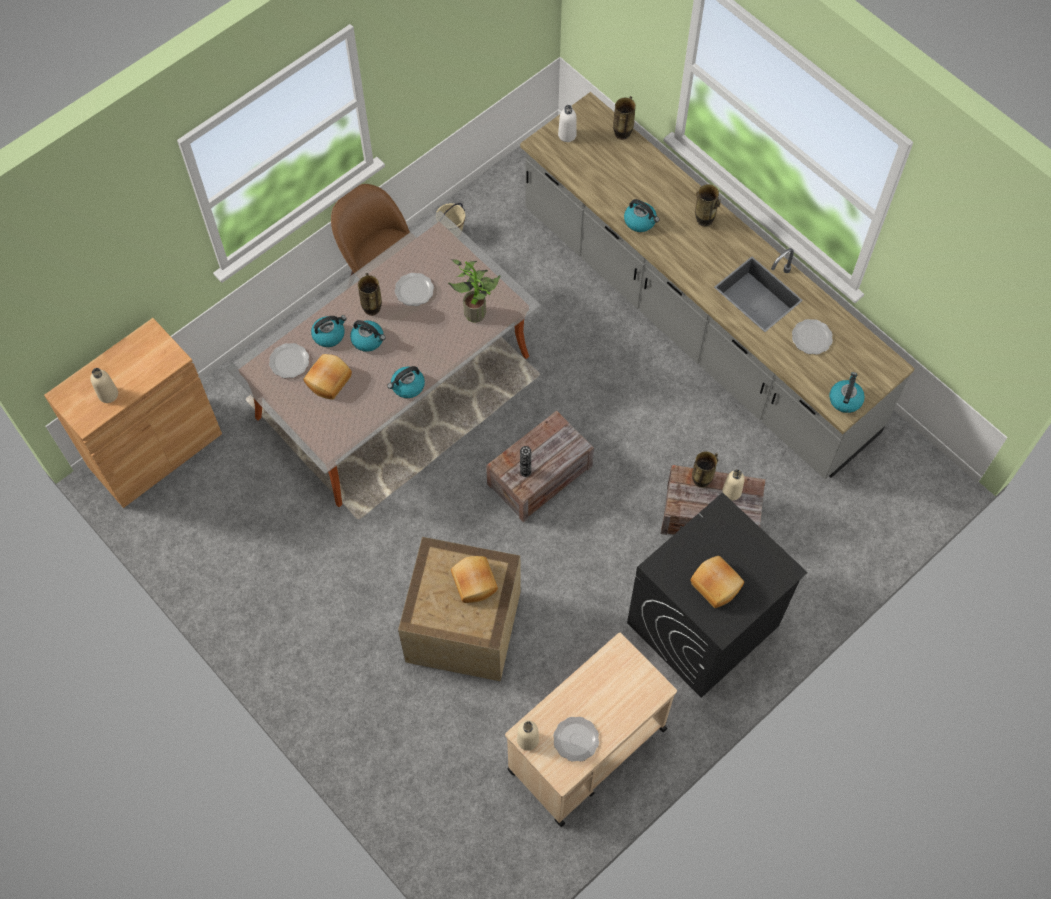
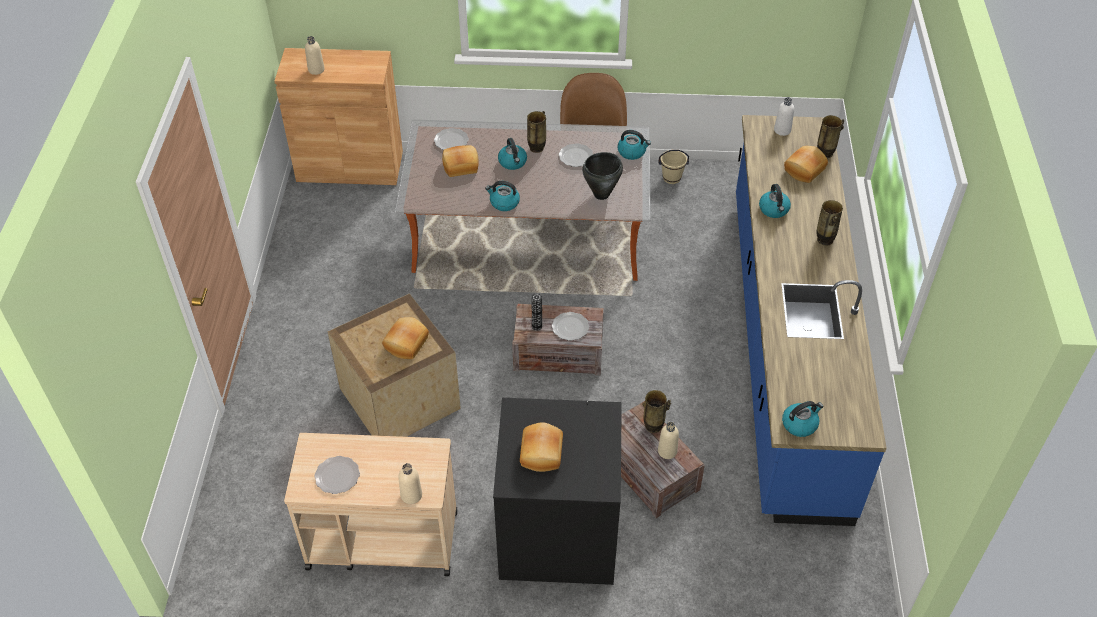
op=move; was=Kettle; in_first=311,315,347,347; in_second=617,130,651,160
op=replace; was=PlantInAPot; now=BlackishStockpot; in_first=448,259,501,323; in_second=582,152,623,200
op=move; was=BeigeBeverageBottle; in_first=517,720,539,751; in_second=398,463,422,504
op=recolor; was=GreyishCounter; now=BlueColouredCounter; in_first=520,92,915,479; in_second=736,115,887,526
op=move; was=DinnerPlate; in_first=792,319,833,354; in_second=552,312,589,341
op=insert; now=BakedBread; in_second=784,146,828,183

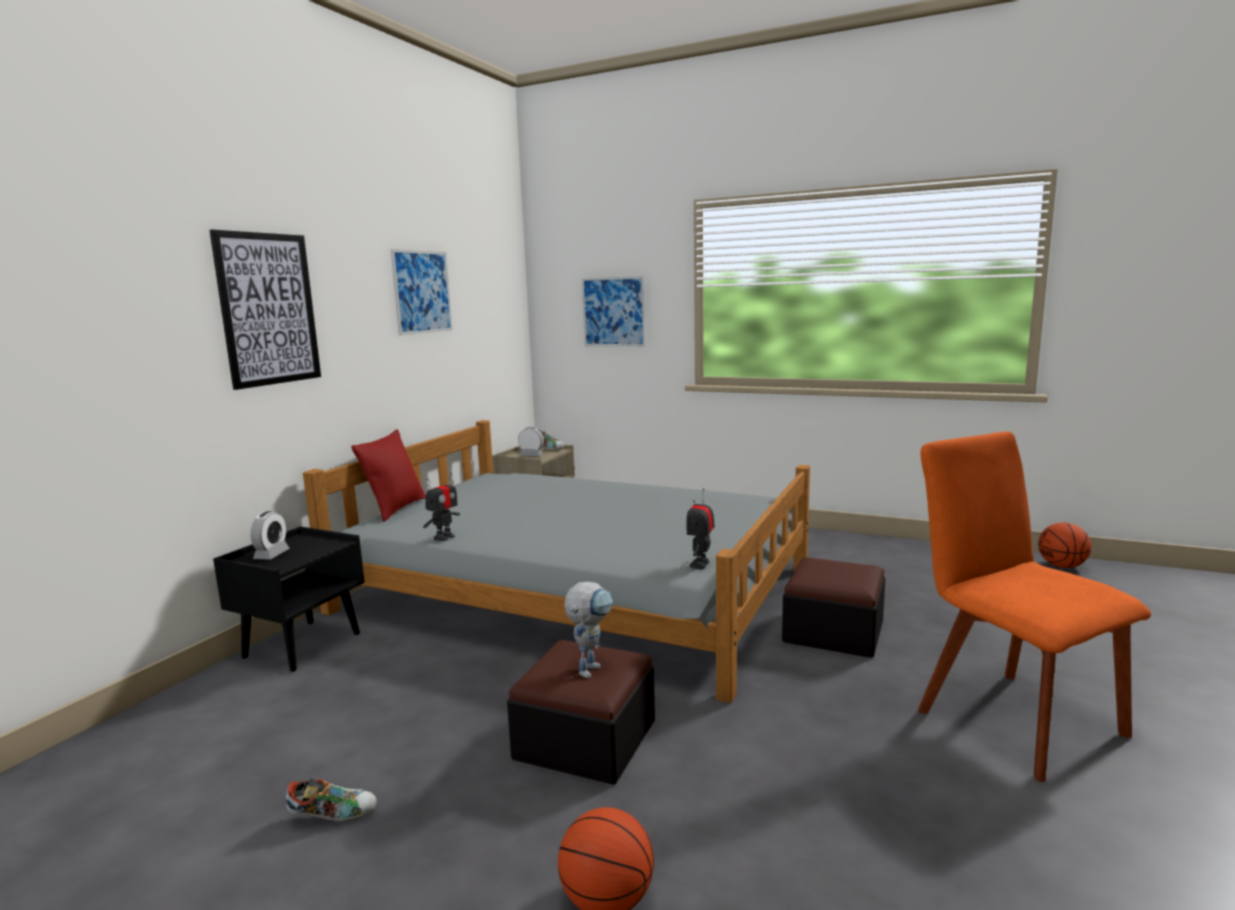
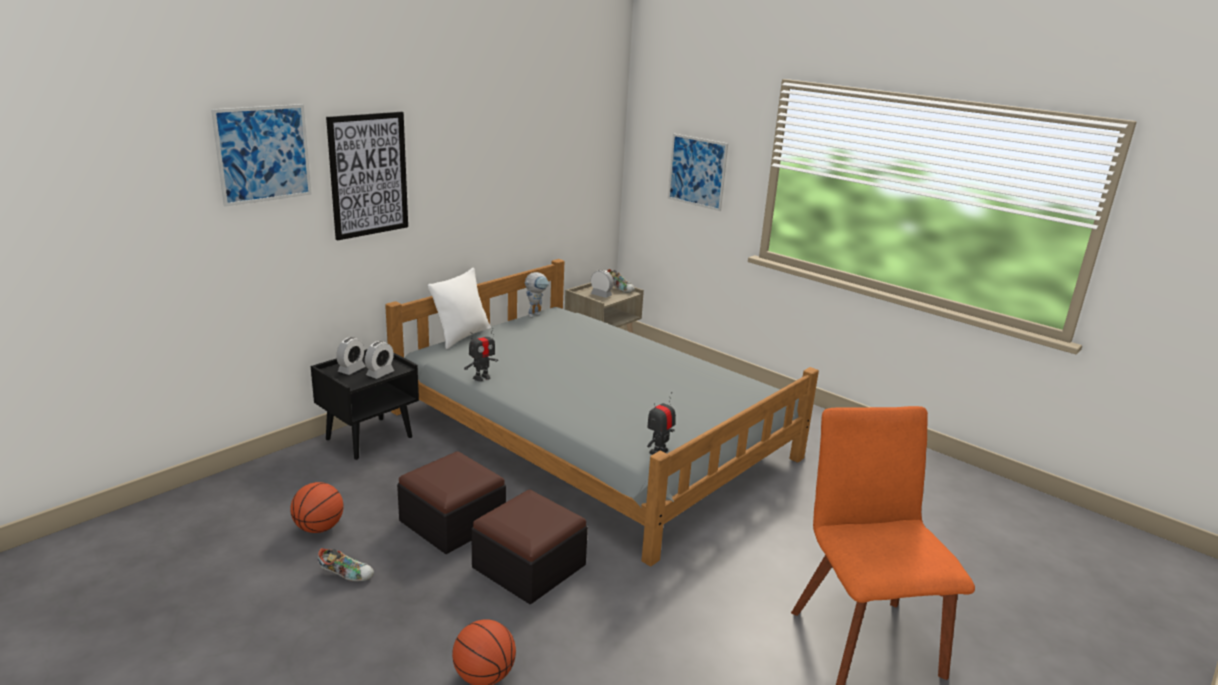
op=recolor; was=RedPillow; now=WhiteColouredPillow; in_first=351,429,426,522; in_second=428,268,491,349
op=move; was=WallArt; in_first=390,249,453,335; in_second=211,104,312,207
op=move; was=RobotFigure; in_first=564,582,613,678; in_second=525,272,549,318
op=move; was=Ottoman; in_first=782,557,885,658; in_second=397,451,506,554
op=move; was=BallForBasketball; in_first=1038,523,1091,568; in_second=290,482,343,533
op=insert; now=BedsideClock; in_second=365,341,394,379

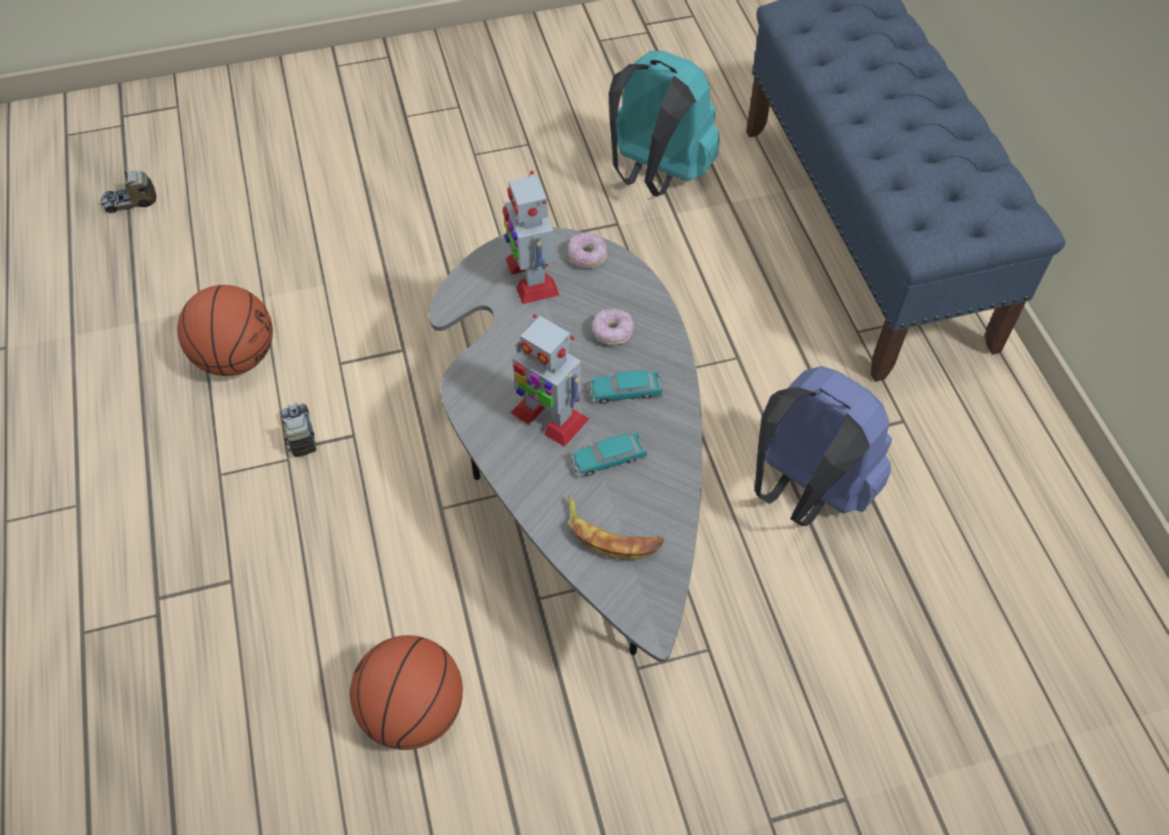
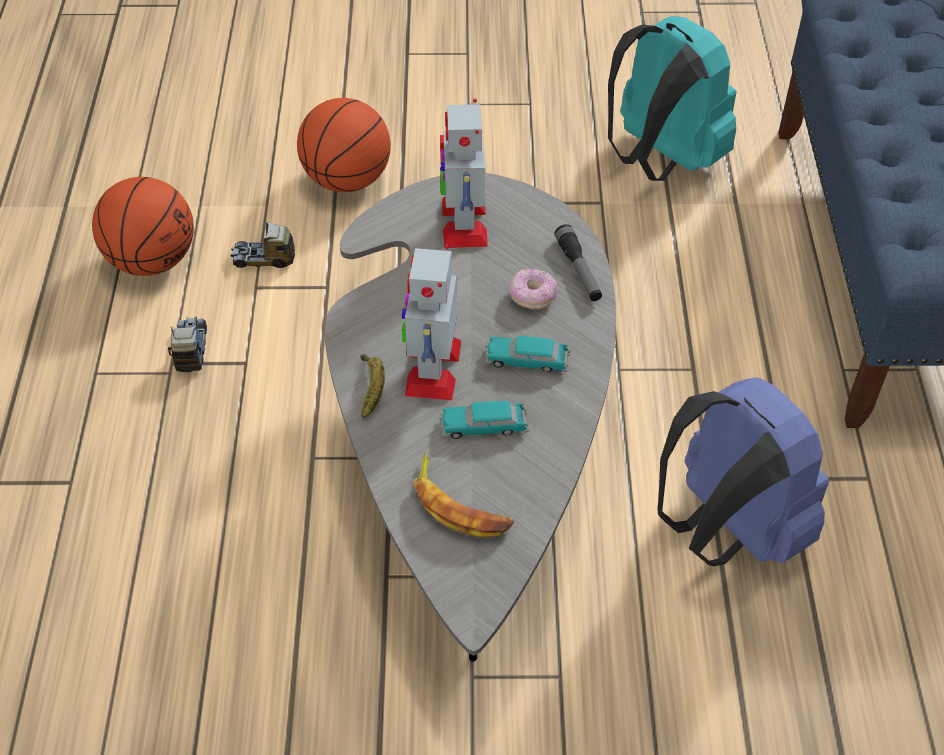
op=move; was=ModelTruck; in_first=101,170,156,213; in_second=230,222,295,268
op=move; was=BallForBasketball; in_first=350,635,463,750; in_second=297,98,391,192
op=rotate; was=RobotFigure; in_first=510,314,589,447; in_second=402,244,461,400; clockwise=45
op=delete; was=RingDoughnut; in_first=568,233,607,268
op=insert; now=BananaFruit; in_second=360,354,385,418
op=insert; now=Flashlight; in_second=554,224,602,301

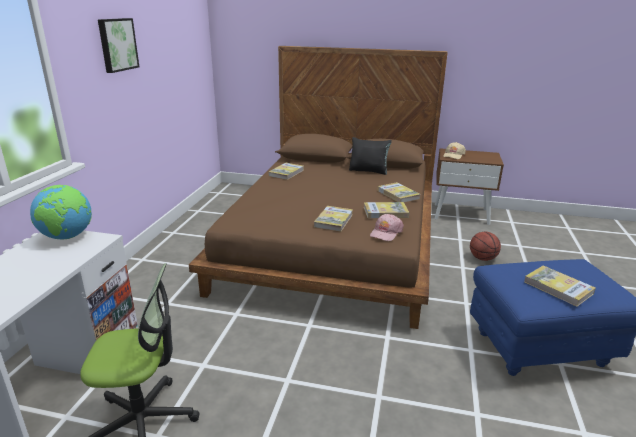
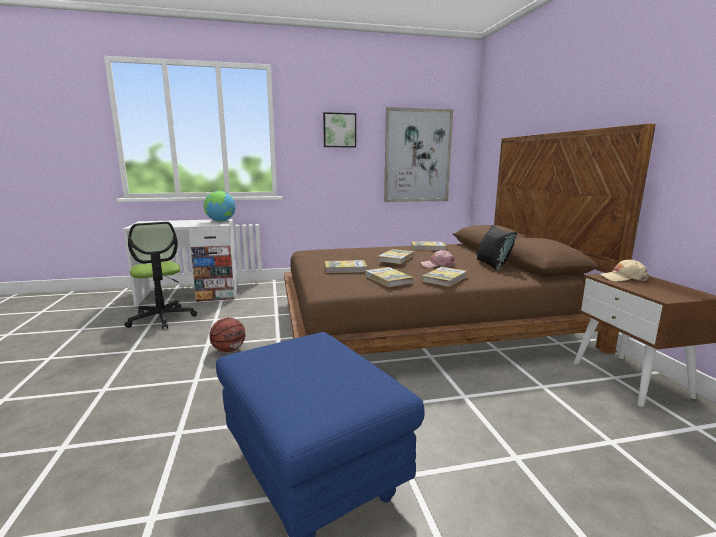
op=move; was=PinkPeakedCap; in_first=370,214,404,241; in_second=421,250,456,268
op=move; was=BallForBasketball; in_first=470,232,501,261; in_second=209,318,245,352
op=move; was=BoundBook; in_first=524,266,596,307; in_second=378,249,414,264
op=insert; now=WallArt; in_second=384,107,453,202

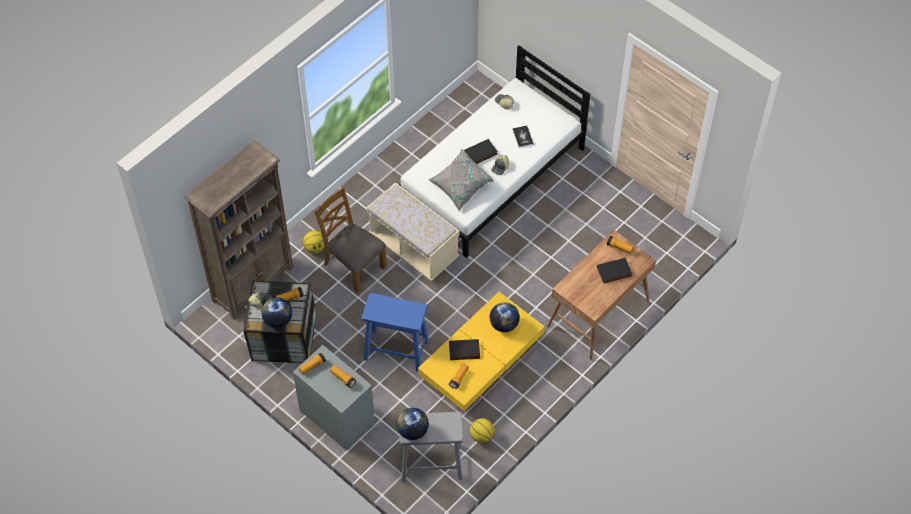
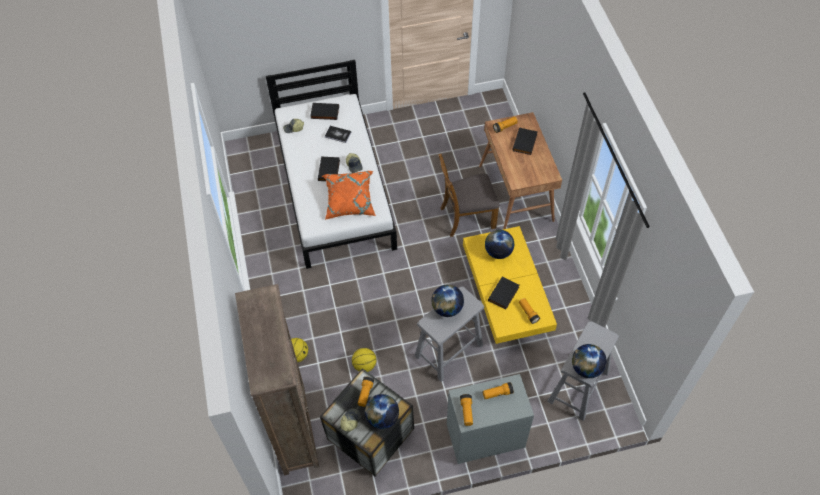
op=move; was=BrownColouredPlainChair; in_first=314,187,387,293; in_second=438,154,500,237
op=recolor; was=BlueColouredSittingStool; now=GreyishSittingStool; in_first=361,293,429,372; in_second=415,286,484,382
op=delete; was=BeigeLongSeat; in_first=367,182,459,281
op=recolor; was=GreyishPillow; now=OrangeyPillow; in_first=428,149,494,211; in_second=322,171,376,220
op=move; was=BallForBasketball; in_first=470,418,495,443; in_second=352,348,377,372
op=insert; now=BlackishBoundBook; in_second=310,103,339,120
op=insert; now=Globe; in_second=431,285,464,317

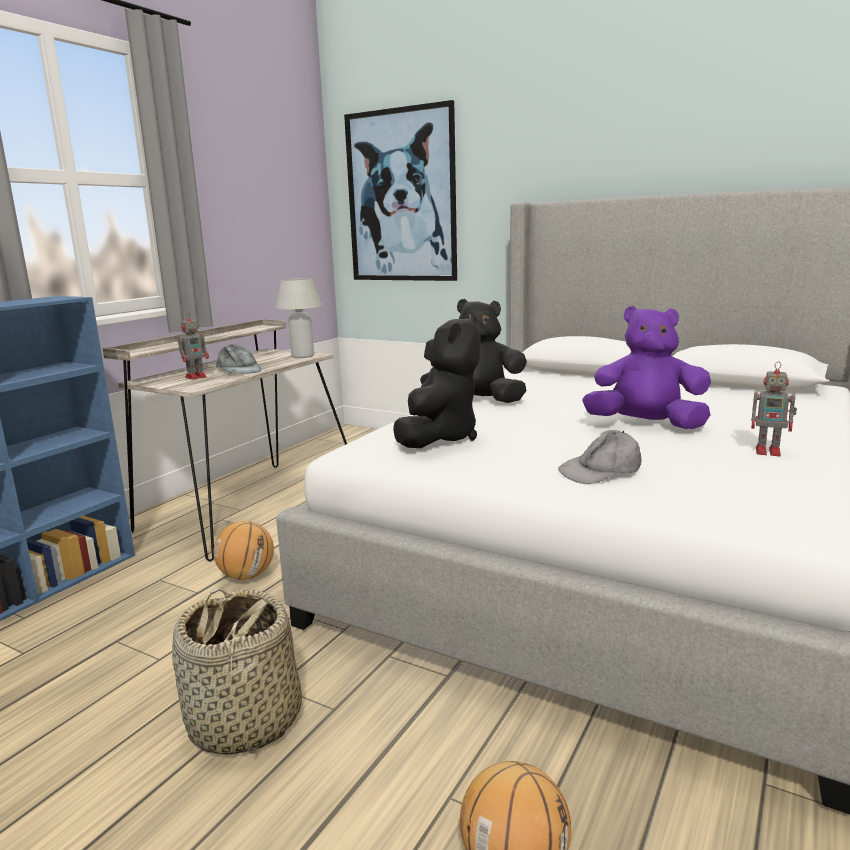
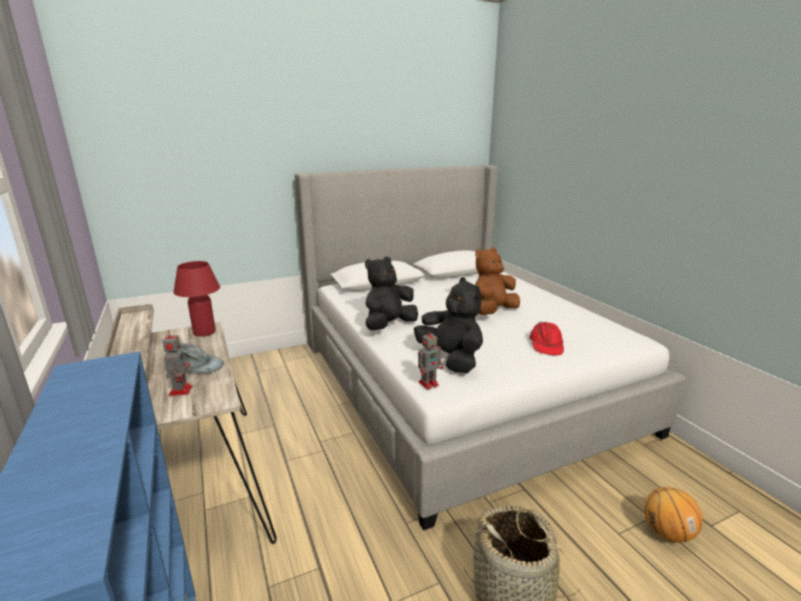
op=delete; was=BallForBasketball; in_first=213,521,274,580
op=recolor; was=WhiteColouredTabletopLamp; now=RedTabletopLamp; in_first=275,278,322,358; in_second=173,261,220,337
op=delete; was=WallArt; in_first=344,100,457,281
op=recolor; was=GreyishPeakedCap; now=RedPeakedCap; in_first=558,430,641,485; in_second=529,322,564,355
op=recolor; was=PurpleSoftToy; now=BrownColouredSoftToy; in_first=582,306,711,429; in_second=475,248,520,315
op=move; was=RobotFigure; in_first=751,361,797,456; in_second=418,329,443,390

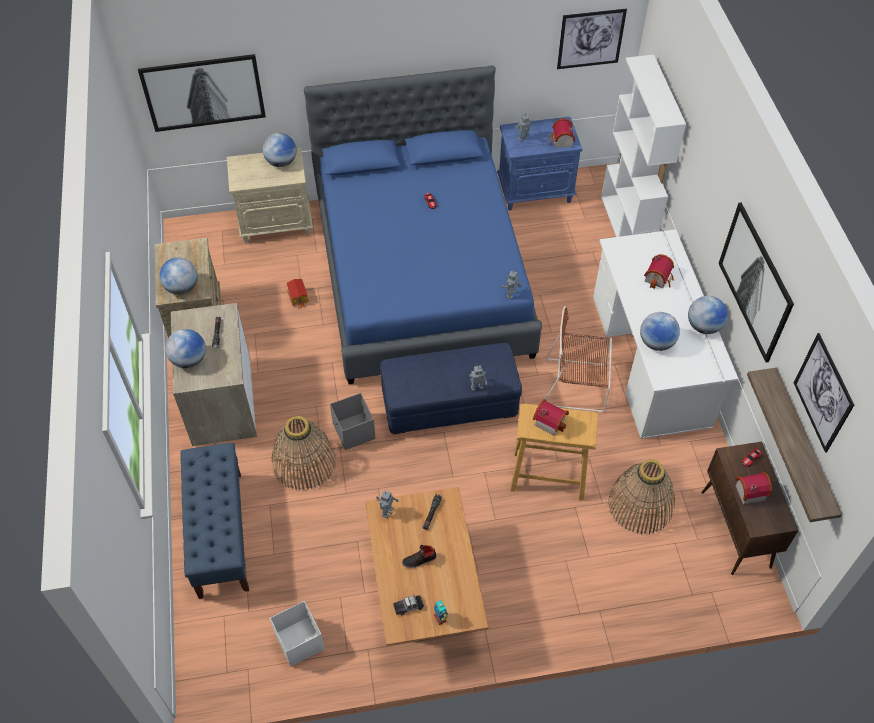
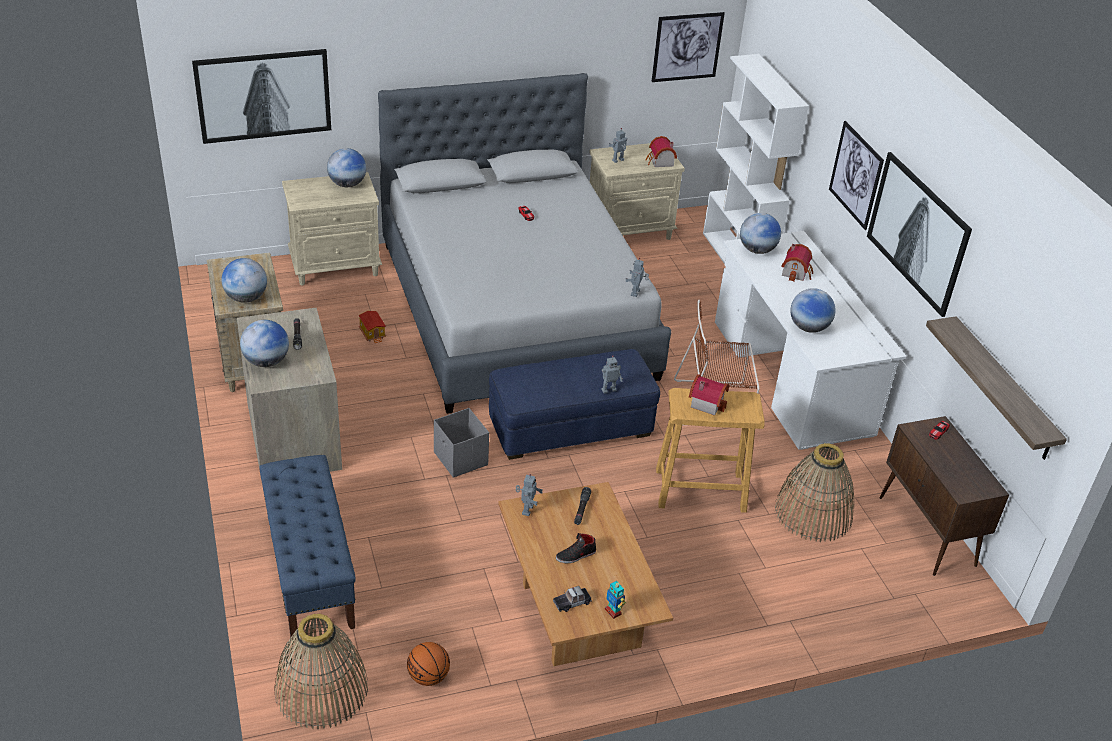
op=replace; was=WhiteColouredStorageContainer; now=BallForBasketball; in_first=270,601,325,667; in_second=407,642,450,686
op=move; was=StorageBasket; in_first=272,416,336,490; in_second=274,614,368,729
op=recolor; was=BlueColouredBed; now=GreyishBed; in_first=304,65,542,384; in_second=378,73,671,414
op=recolor; was=BlueColouredNightTable; now=BeigeNightTable; in_first=497,117,582,210; in_second=589,143,685,240
op=move; was=Globe; in_first=688,296,728,334; in_second=740,213,781,254
op=delete; was=ToyHouse; in_first=735,472,772,505
op=move; was=WallArt; in_first=794,333,854,453; in_second=829,121,884,230

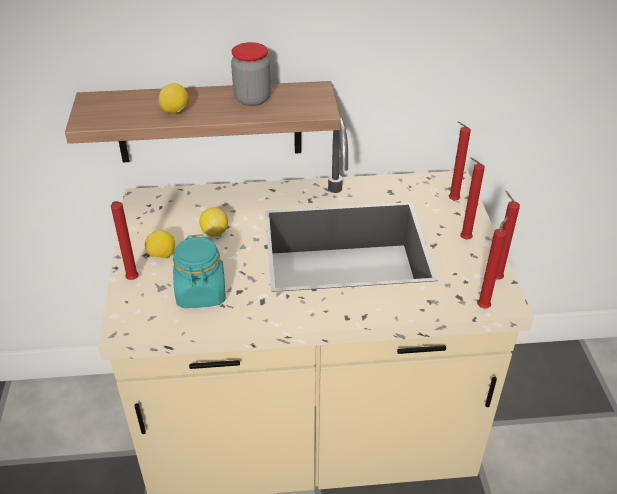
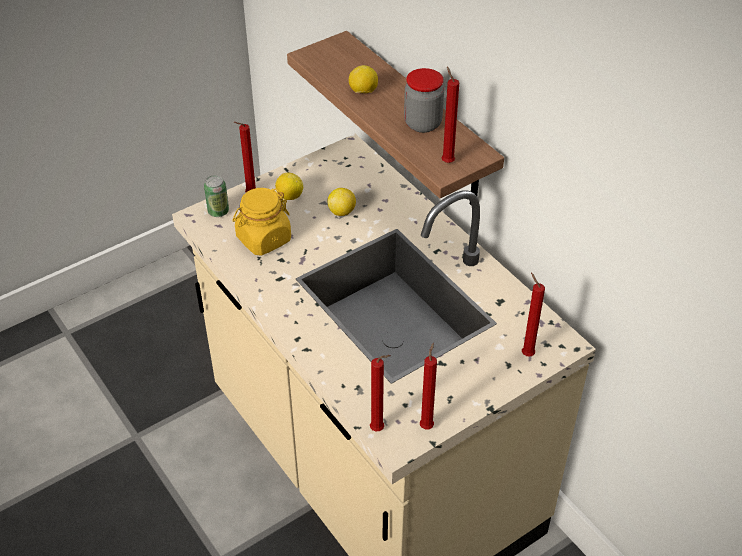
op=recolor; was=TurquoiseJar; now=YellowJar; in_first=173,234,226,308; in_second=232,188,291,255
op=move; was=RedWaxLight; in_first=460,157,485,240; in_second=442,67,459,163
op=insert; now=MetalCan; in_second=204,175,229,217

